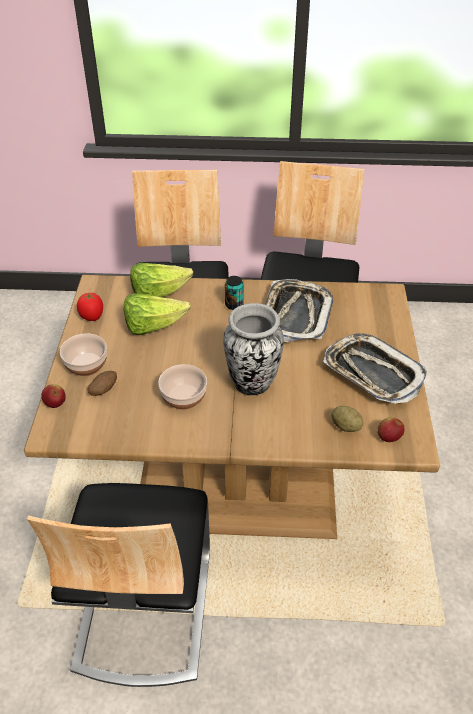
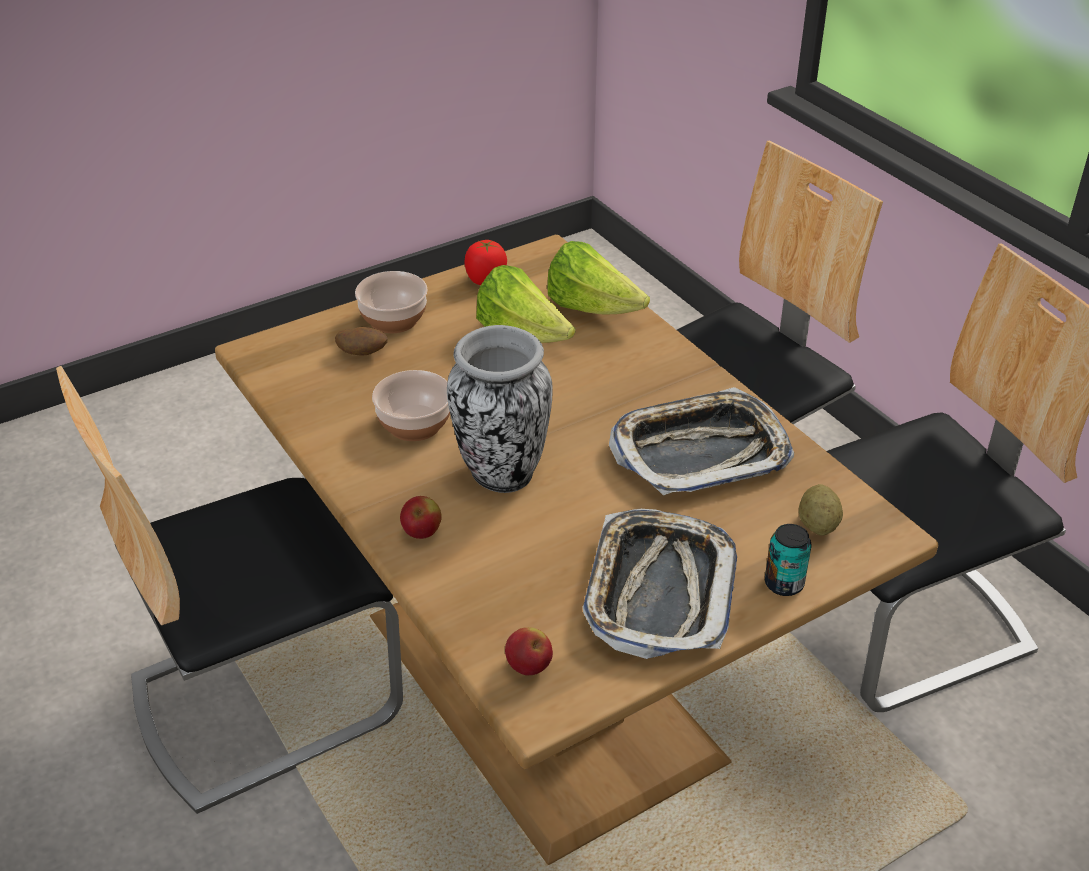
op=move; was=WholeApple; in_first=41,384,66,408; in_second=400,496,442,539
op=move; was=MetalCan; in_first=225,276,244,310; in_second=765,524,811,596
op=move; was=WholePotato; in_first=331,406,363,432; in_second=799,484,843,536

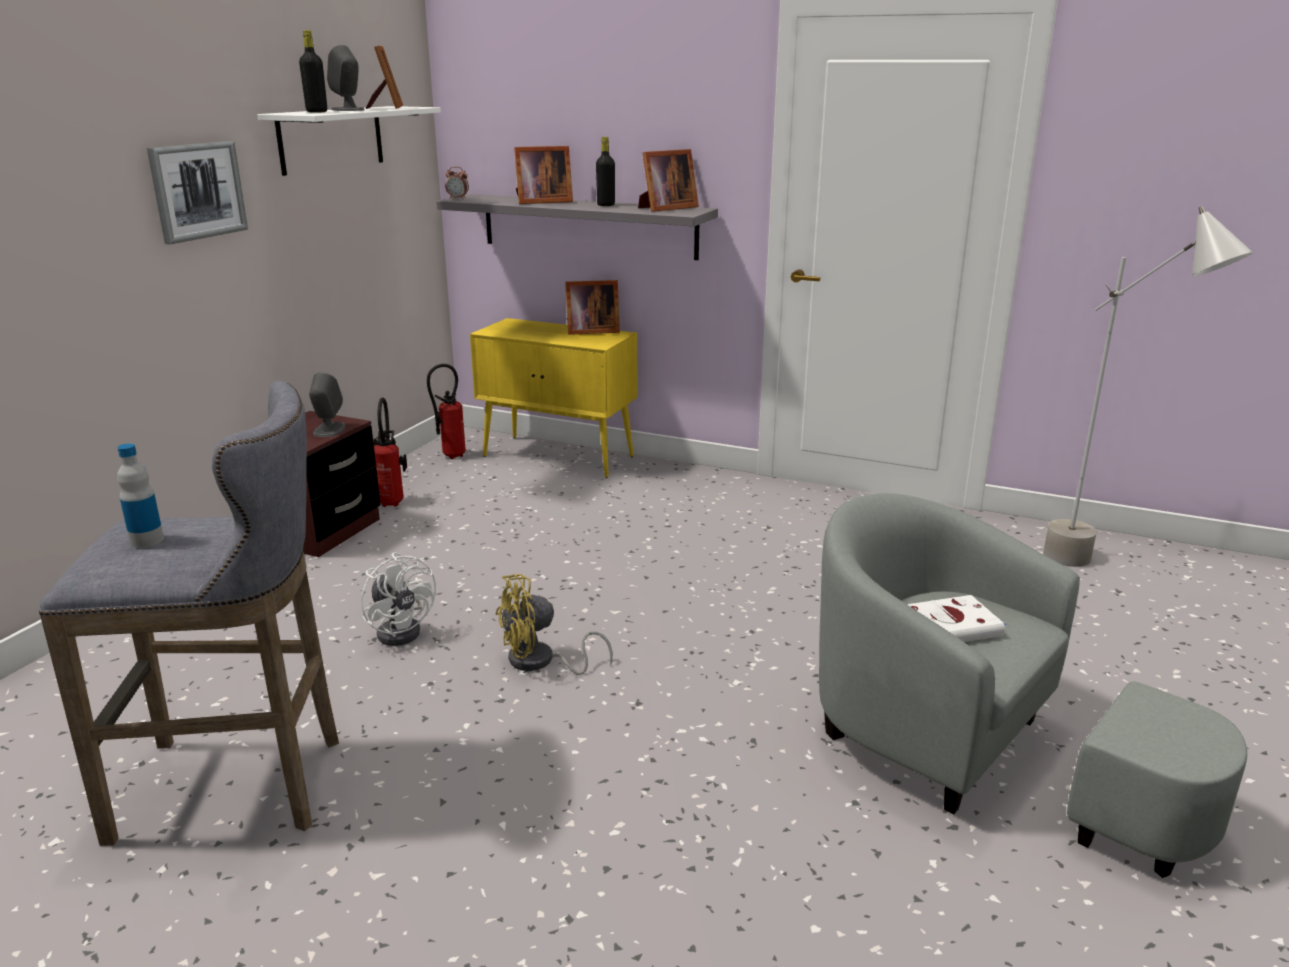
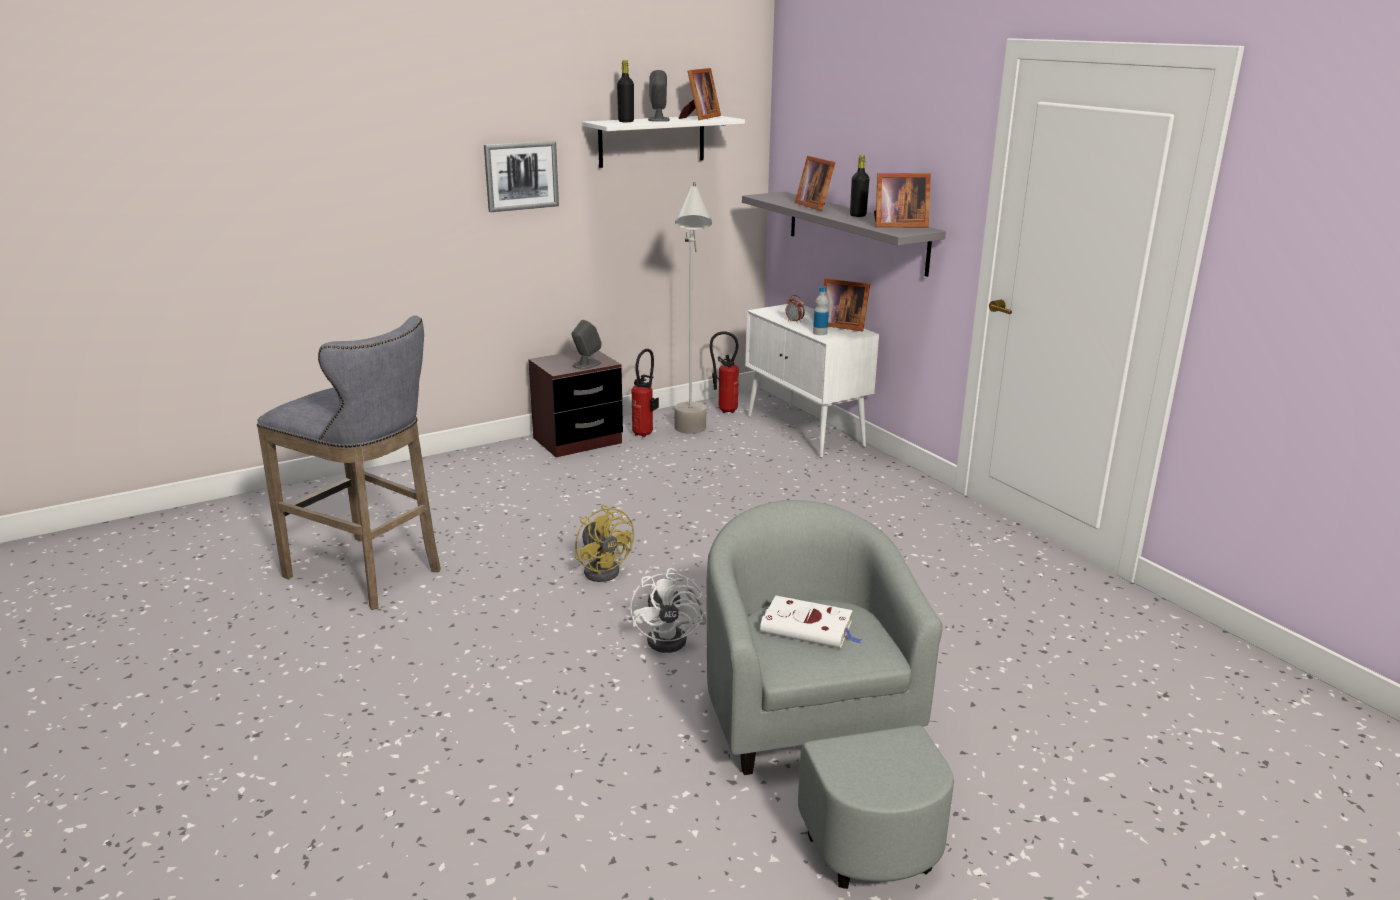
op=move; was=BeverageBottle; in_first=117,443,164,548; in_second=813,286,829,335
op=move; was=WhiteColouredFan; in_first=361,552,436,646; in_second=630,568,706,653
op=move; was=BedsideClock; in_first=445,166,469,199; in_second=786,295,805,322
op=recolor; was=YellowStorageCabinet; now=WhiteColouredStorageCabinet; in_first=470,318,637,478; in_second=745,304,879,458
op=rotate; was=YellowFan; in_first=496,574,613,675; in_second=575,505,634,582; clockwise=-135
op=rotate; was=StandingFrame; in_first=514,146,573,204; in_second=795,156,836,211; clockwise=45
op=move; was=GreyishStandardLamp; in_first=1043,206,1253,567; in_second=674,182,712,434

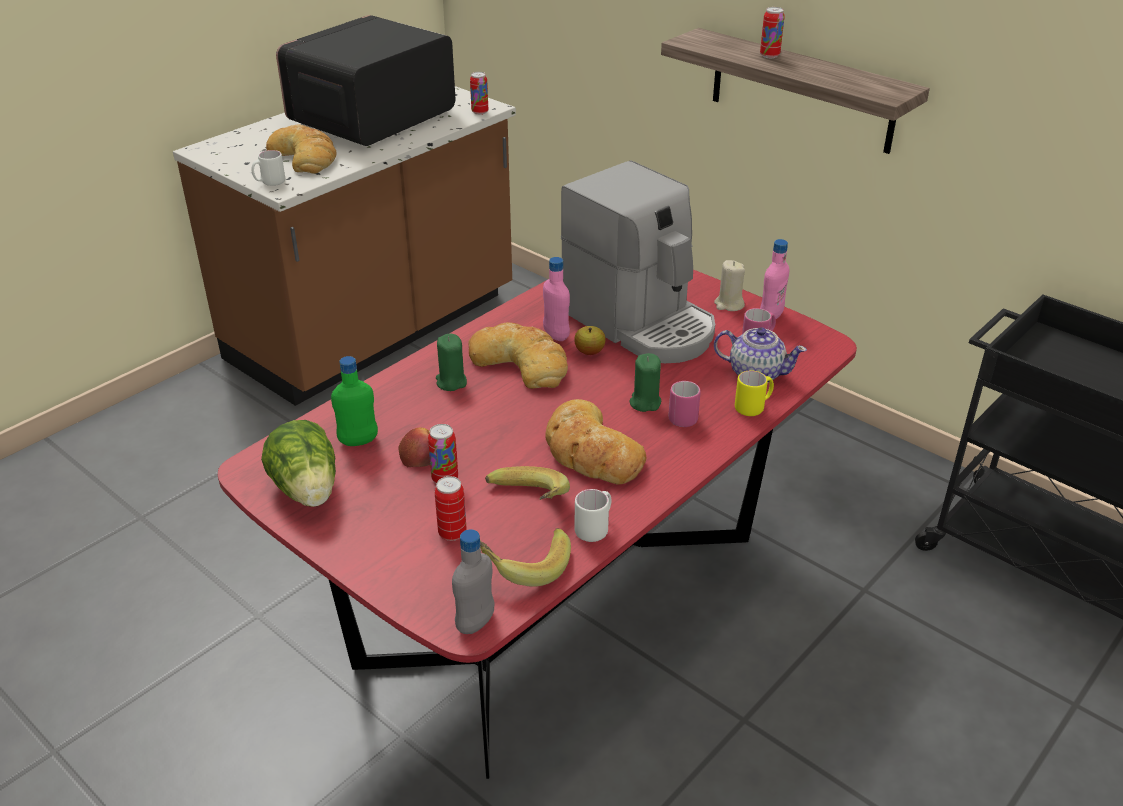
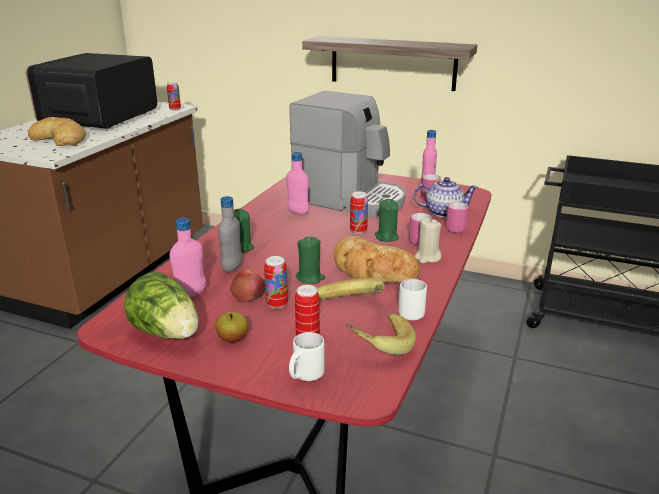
op=move; was=WhiteColouredTeaMug; in_first=251,150,285,186; in_second=289,332,325,381
op=recolor; was=GreenishBeverageBottle; now=PinkBeverageBottle; in_first=331,356,378,446; in_second=169,218,206,297
op=move; was=GreyishBeverageBottle; in_first=452,529,494,634; in_second=218,196,242,273
op=delete; was=BakedBread; in_first=468,322,568,389
op=move; was=WholeApple; in_first=574,326,606,355; in_second=215,312,248,342
op=move; was=BeigeWaxLight; in_first=714,260,745,311; in_second=414,218,442,263
op=recolor; was=YellowTeaMug; now=PinkTeaMug; in_first=735,371,774,416; in_second=446,202,469,233
op=move; was=MetalCan; in_first=760,7,785,58; in_second=350,192,368,234
op=insert; now=GreenishWaxLight; in_second=296,236,325,284

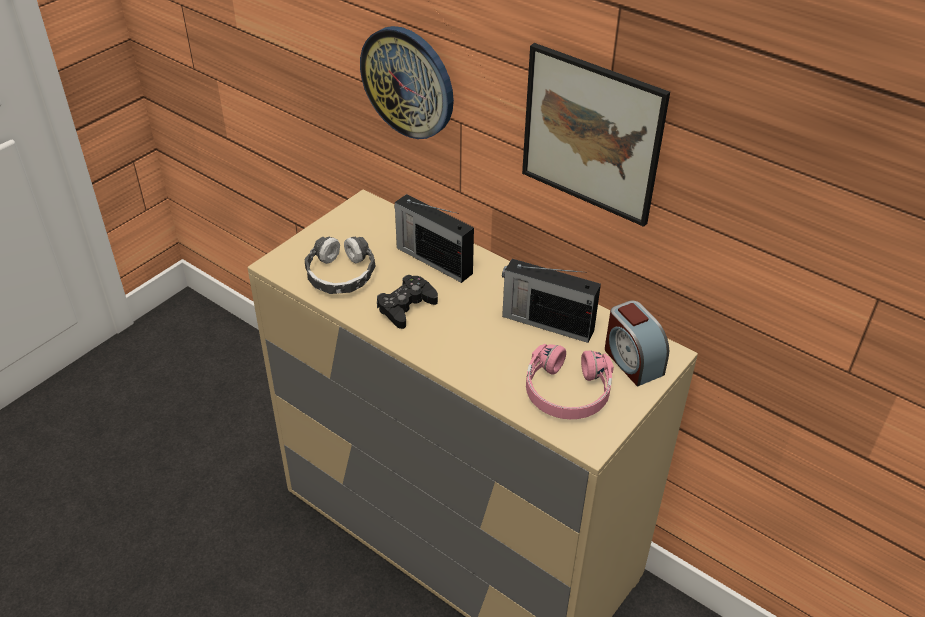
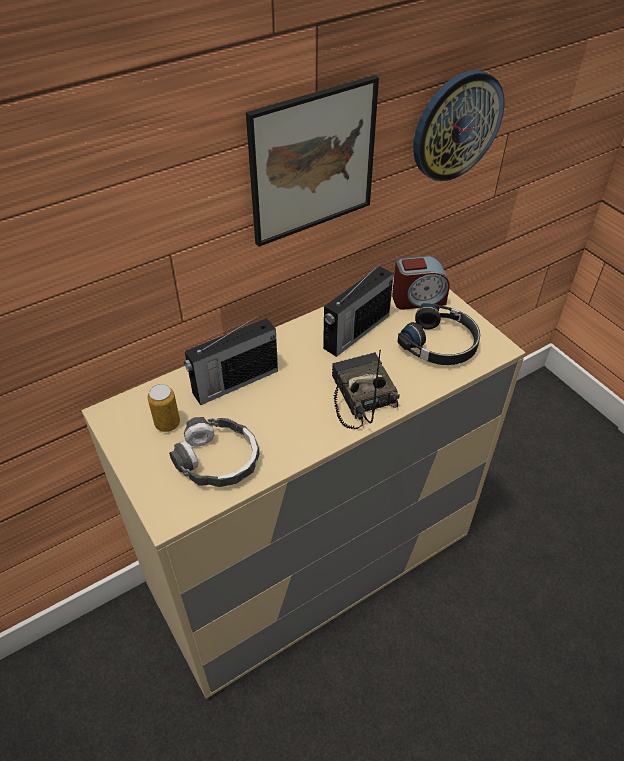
op=move; was=ClockOnTheWall; in_first=360,26,454,139; in_second=413,70,505,181
op=delete; was=BlackishGamepad; in_first=377,275,438,329
op=recolor; was=PinkHeadset; now=BlackishHeadset; in_first=526,343,614,419; in_second=397,303,480,365
op=insert; now=MetalCan; in_second=148,384,180,432
op=insert; now=Radio; in_second=332,350,400,429

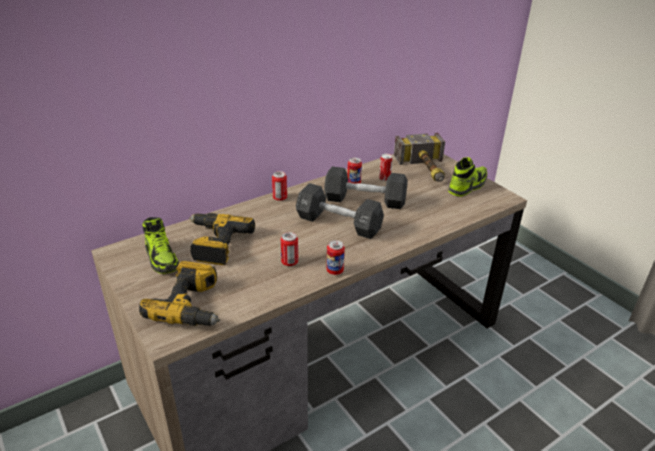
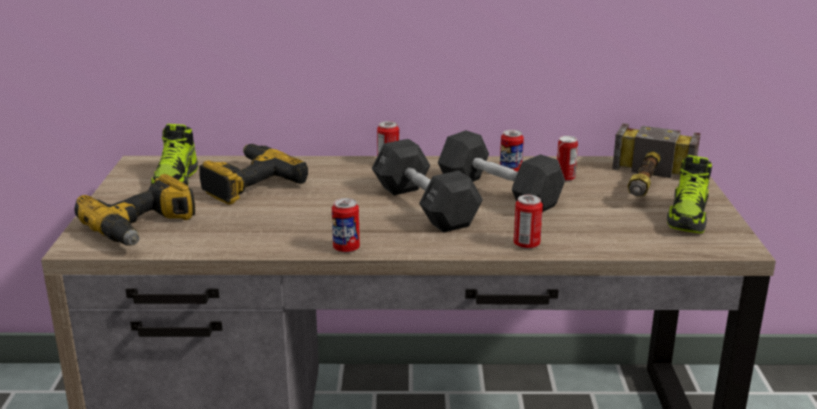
op=move; was=MetalCan; in_first=280,232,298,266; in_second=514,195,543,249
op=rotate; was=ItemOfFootwear; in_first=448,157,487,197; in_second=667,155,712,233; clockwise=120

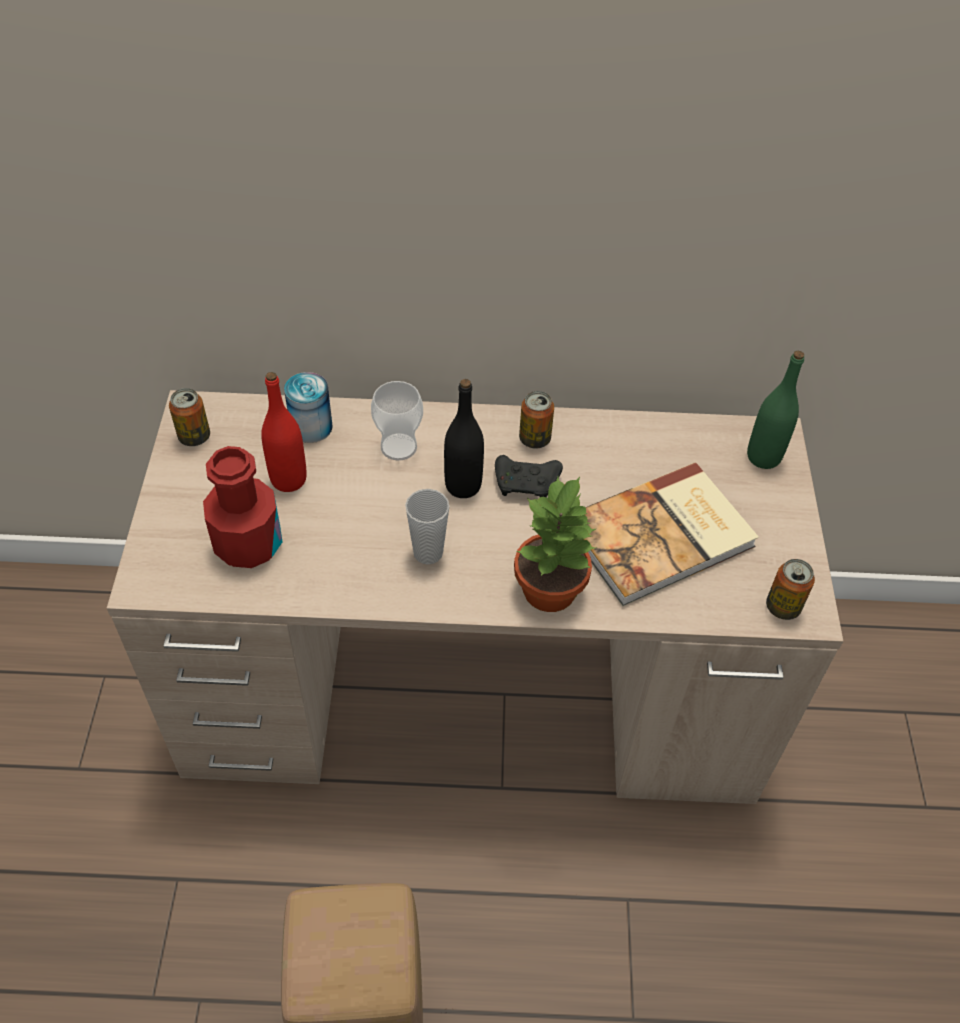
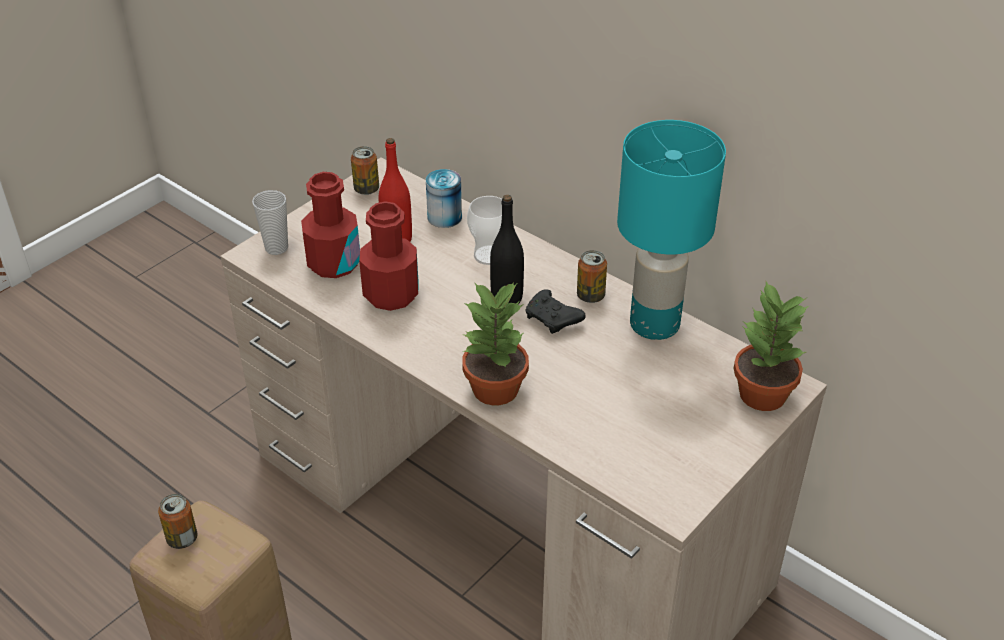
op=move; was=Cup; in_first=405,489,449,565; in_second=252,190,288,255
op=delete; was=BoundBook; in_first=583,462,759,606
op=replace; was=GreenishBeverageBottle; now=PlantInAPot; in_first=747,351,804,469; in_second=734,281,809,411
op=move; was=MetalCan; in_first=766,559,815,620; in_second=158,494,197,549
op=insert; now=RedBeverageBottle; in_second=359,201,419,311
op=insert; now=TurquoiseTabletopLamp; in_second=617,120,726,340

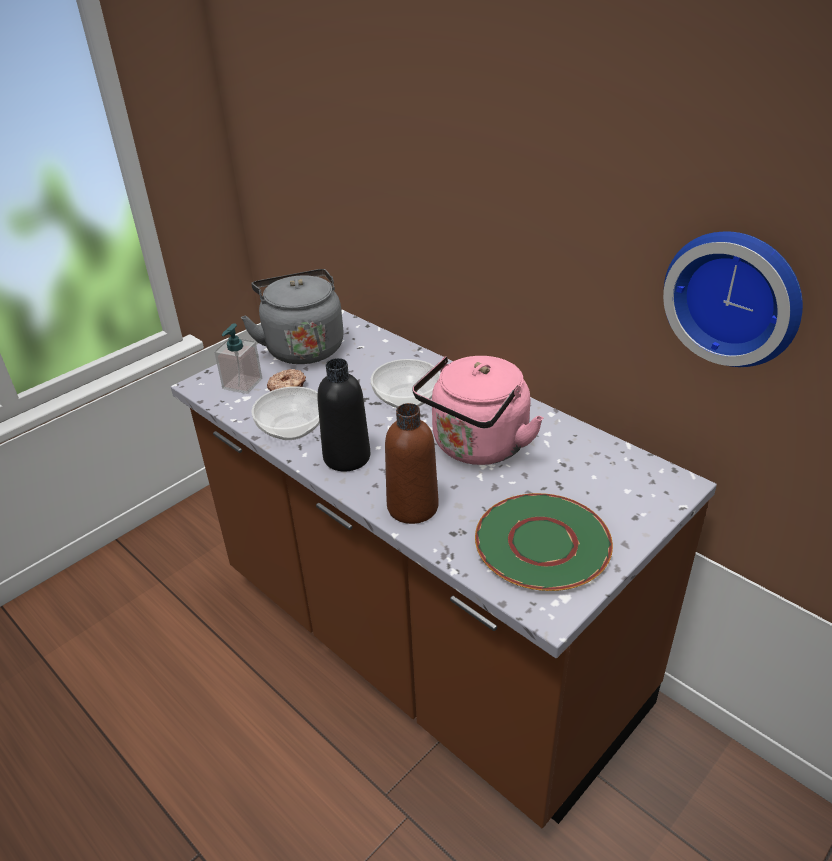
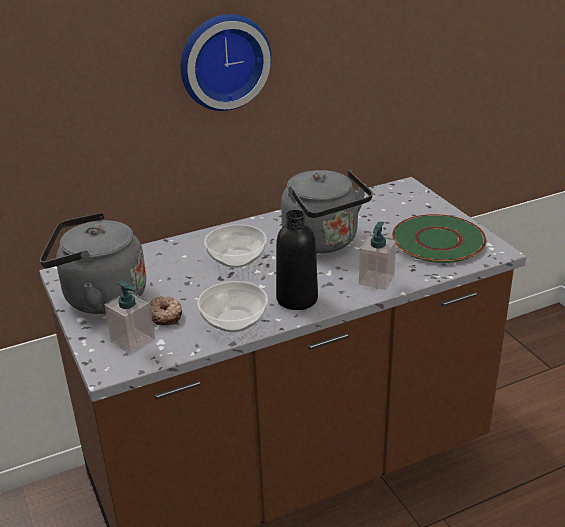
op=replace; was=BrownColouredBeverageBottle; now=SoapBottle; in_first=385,403,439,524; in_second=359,222,396,290
op=recolor; was=PinkKettle; now=GreyishKettle; in_first=412,356,543,465; in_second=281,170,373,253
op=move; was=ClockOnTheWall; in_first=663,232,803,367; in_second=180,14,271,111

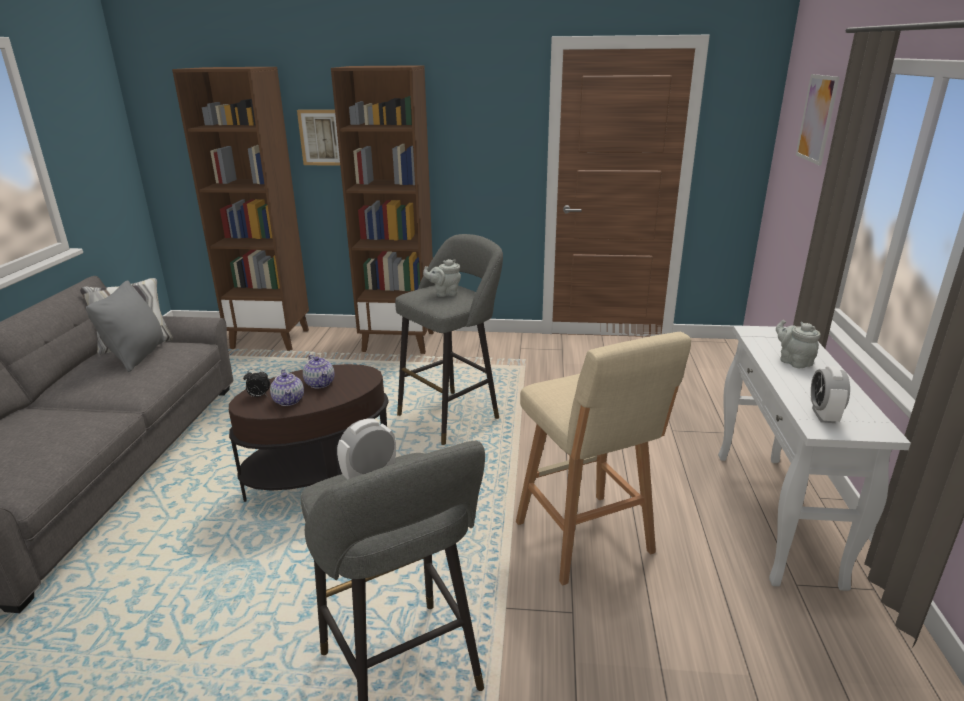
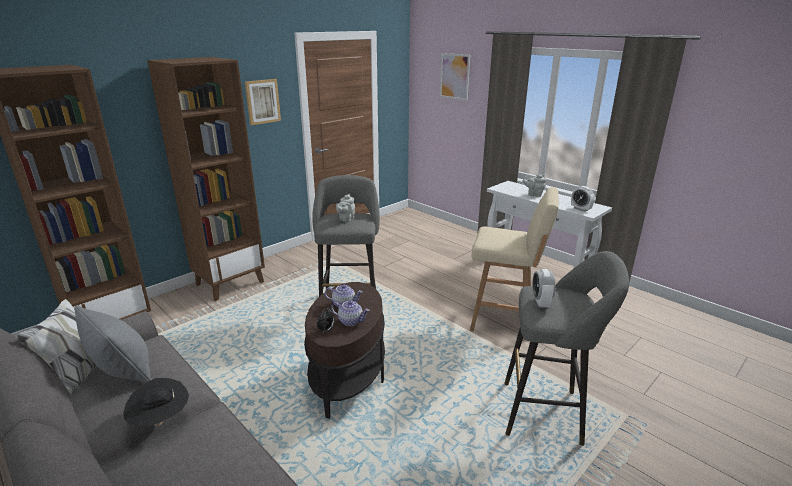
op=move; was=WallArt; in_first=297,110,340,166; in_second=245,79,281,125
op=insert; now=BlackishWearableHat; in_second=123,378,189,427

